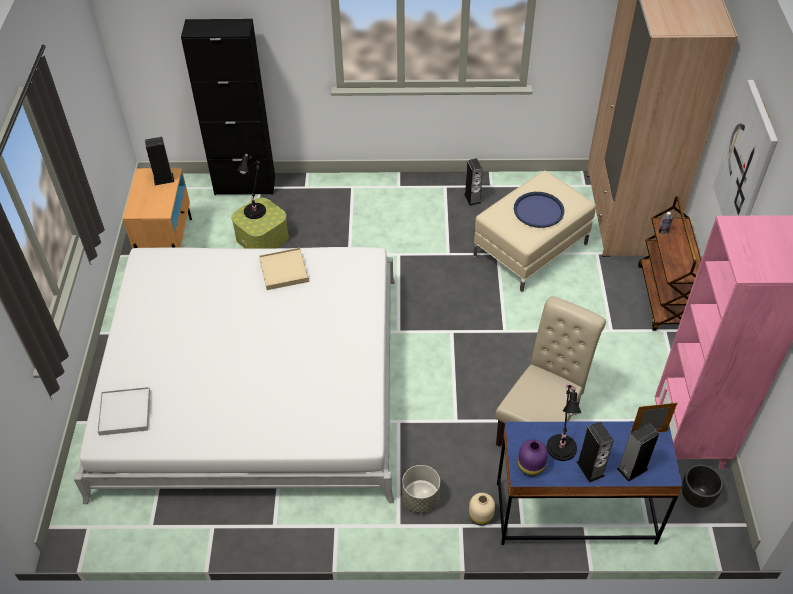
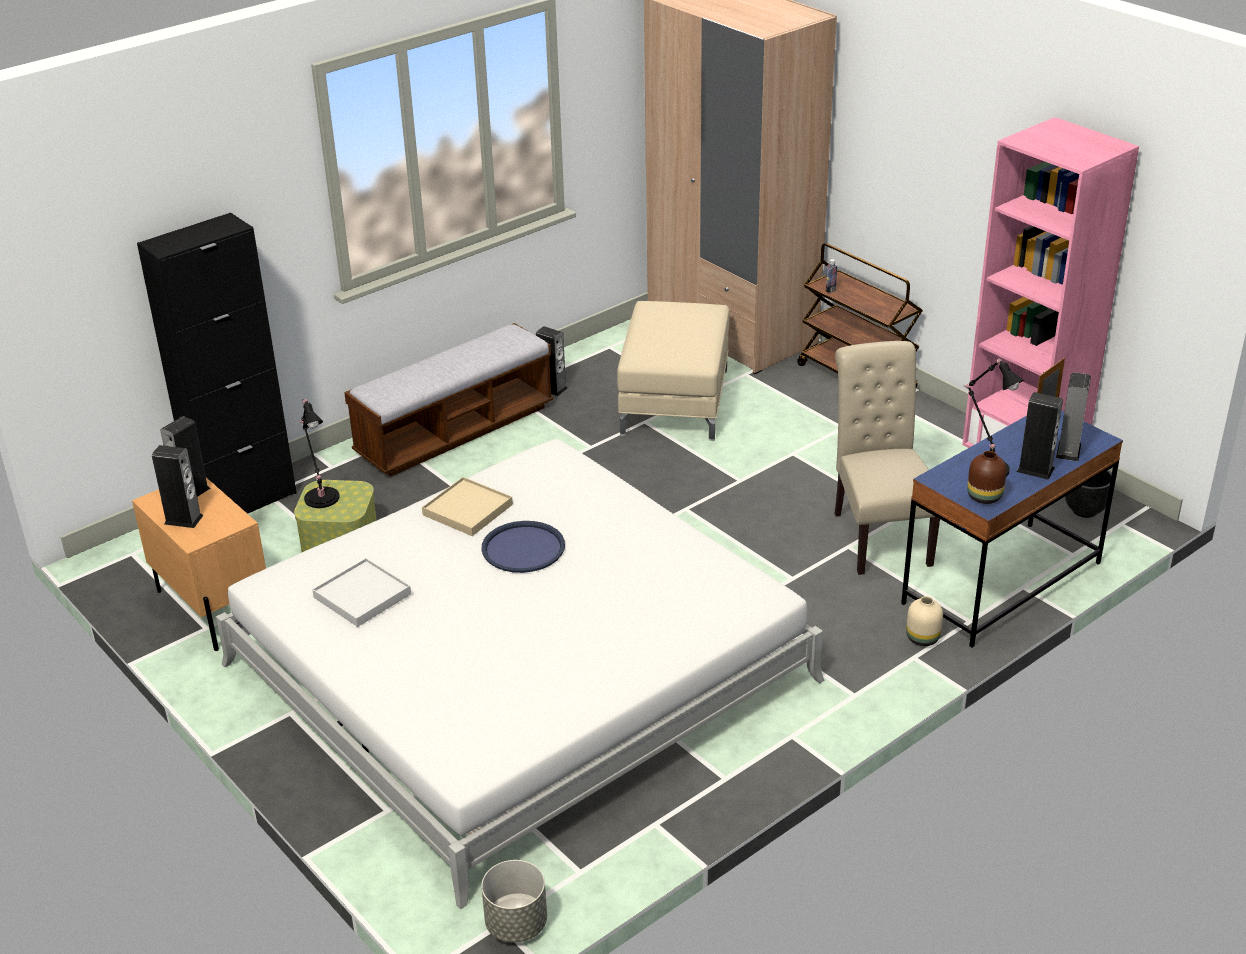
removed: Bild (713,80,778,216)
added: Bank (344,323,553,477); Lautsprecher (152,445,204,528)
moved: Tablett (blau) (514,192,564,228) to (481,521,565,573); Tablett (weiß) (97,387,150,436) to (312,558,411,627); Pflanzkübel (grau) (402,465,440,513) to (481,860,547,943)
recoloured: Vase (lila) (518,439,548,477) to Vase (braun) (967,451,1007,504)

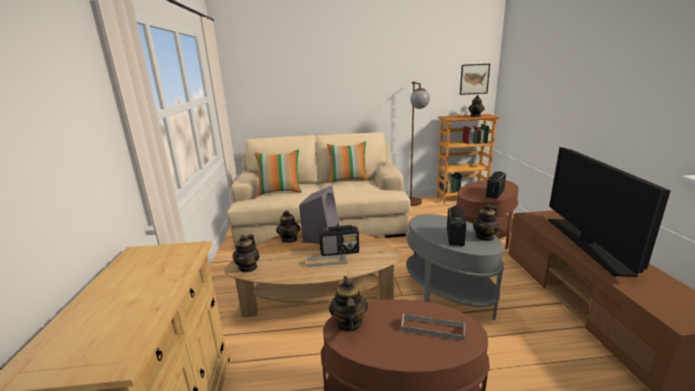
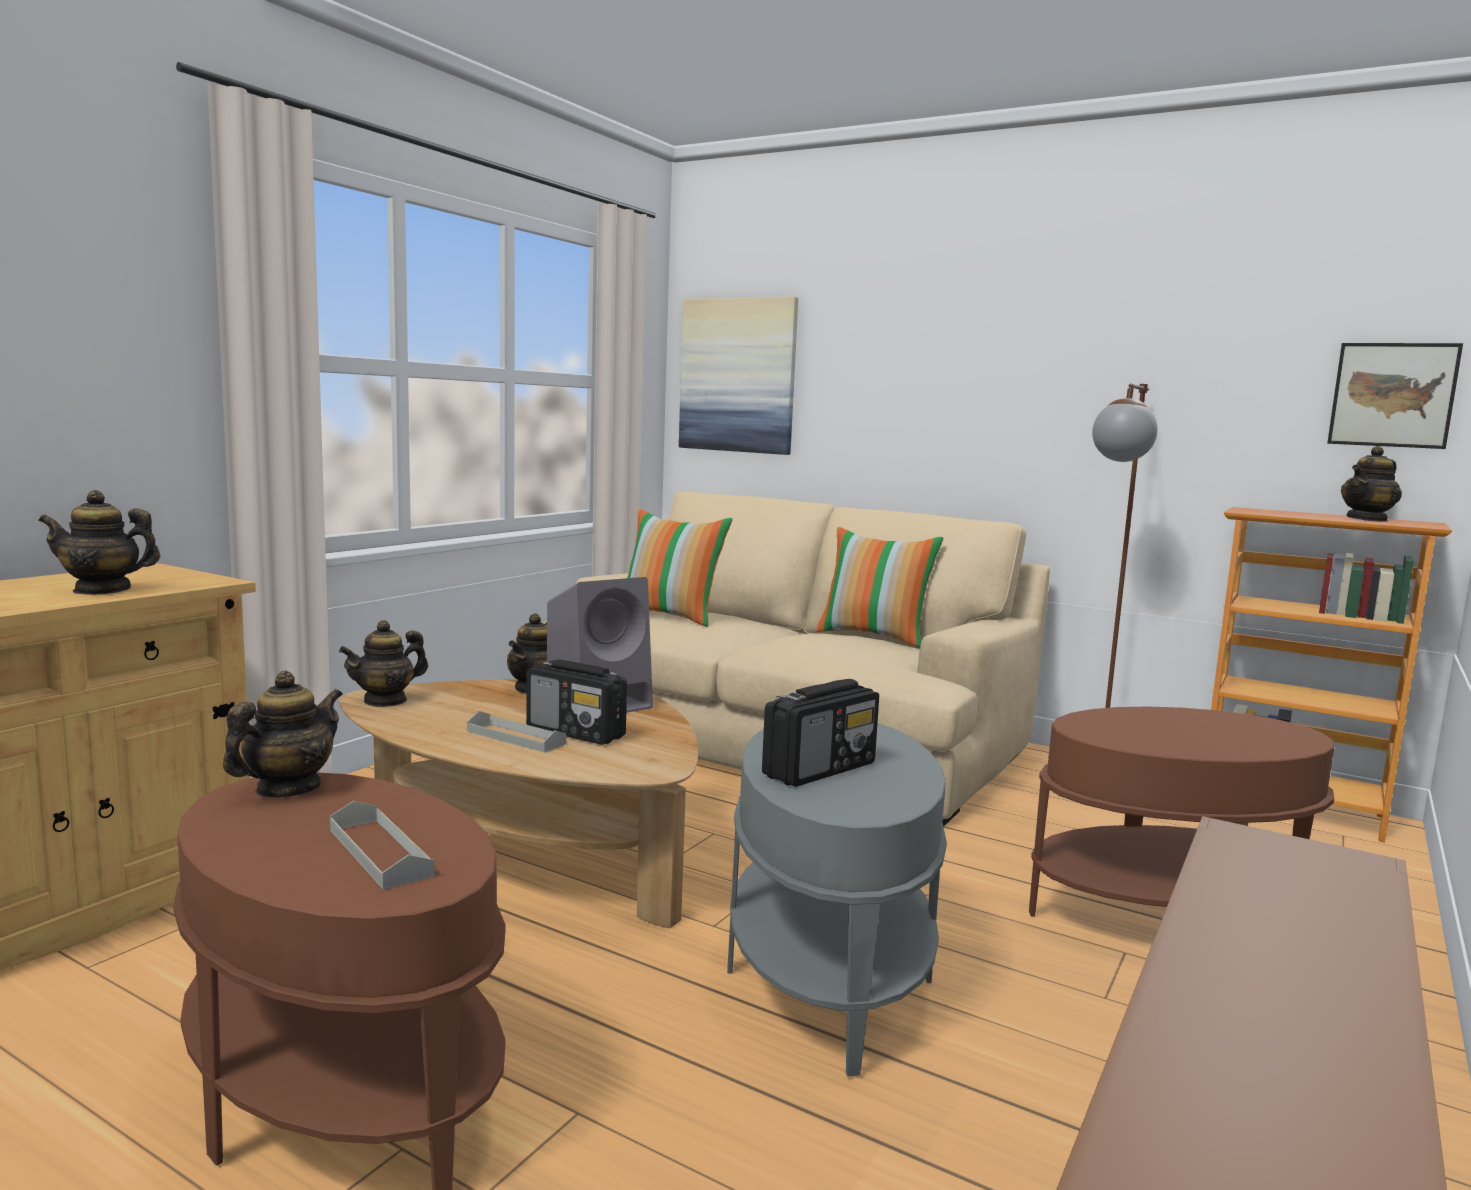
removed: Fernseher (548,147,670,277); Radio (486,171,506,199)
added: Bild (679,296,798,455)
moved: Teekanne (472,204,500,241) to (38,490,160,595)

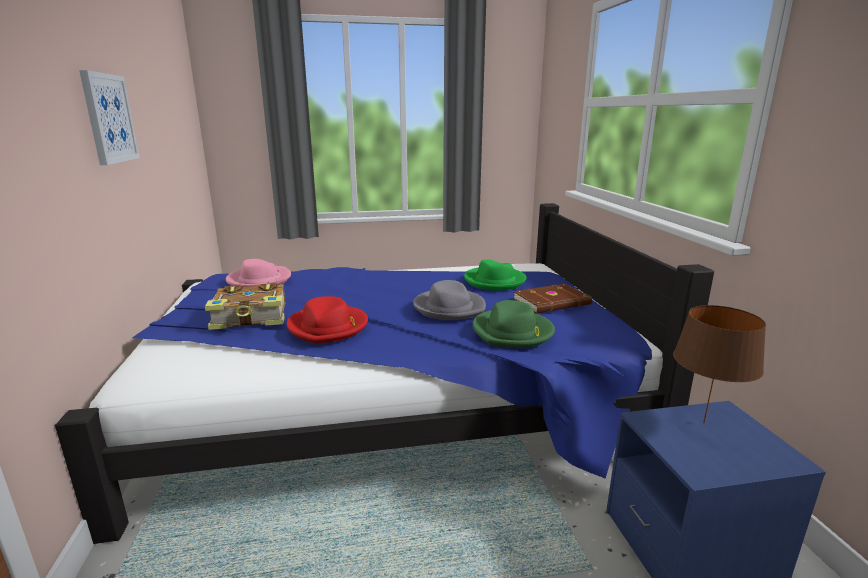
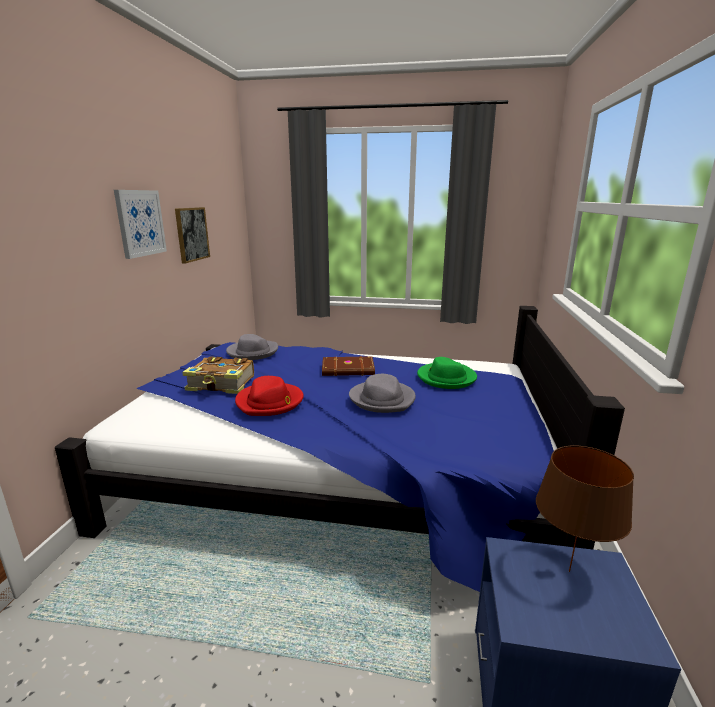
removed: Hut (grün) (473,300,555,348)
added: Bild (175,207,210,264)
moved: Buch (braun) (513,284,592,313) to (322,356,375,376)
recoloured: Hut (rosa) (226,259,291,287) to Hut (grau) (226,334,278,360)

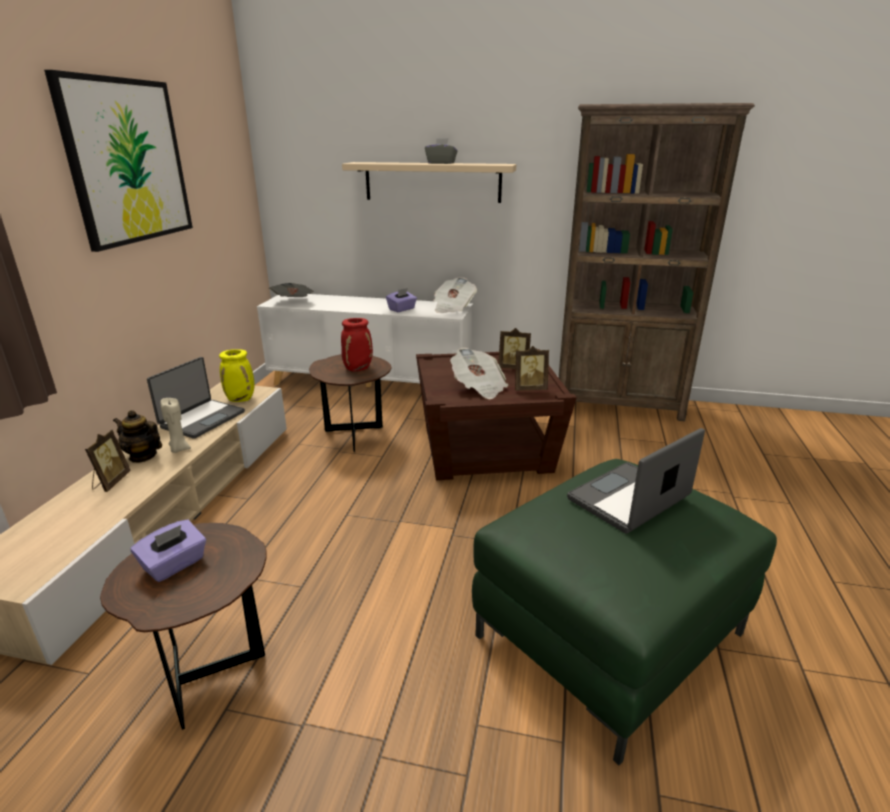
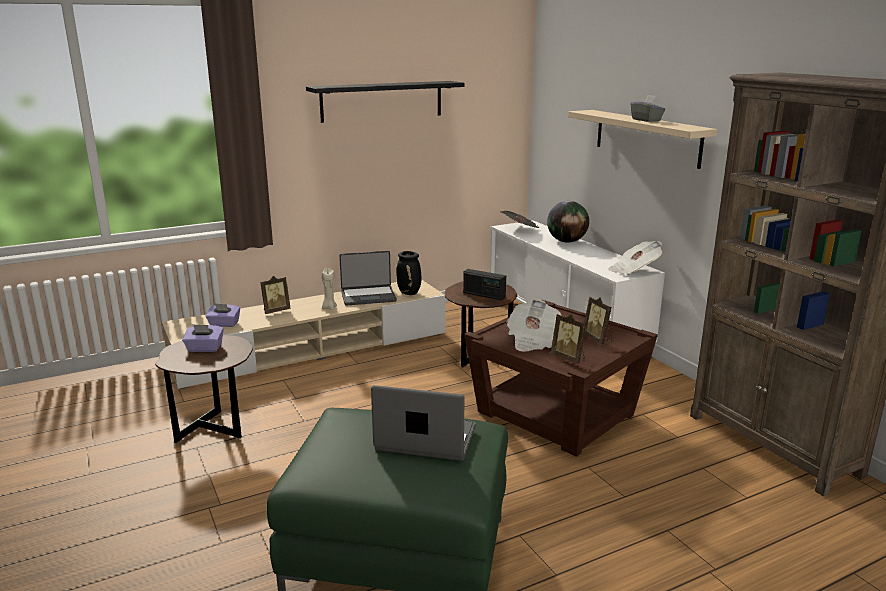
removed: Teekanne (113,410,162,463)
added: Globus (547,201,589,243)
moved: Taschentuchbox (lila) (386,288,417,312) to (206,303,240,327)
replaced: Bild (44,70,193,252) to Wandregal (schwarz) (306,81,465,123); Vase (rot) (341,318,373,371) to Radio (463,269,506,300)
recoloured: Vase (gelb) (219,349,254,402) to Vase (schwarz) (396,251,421,295)

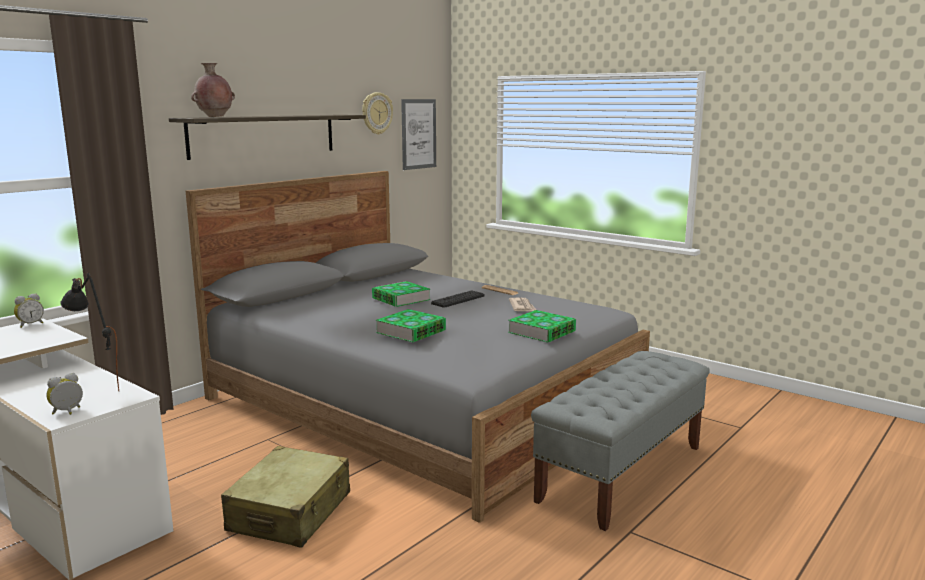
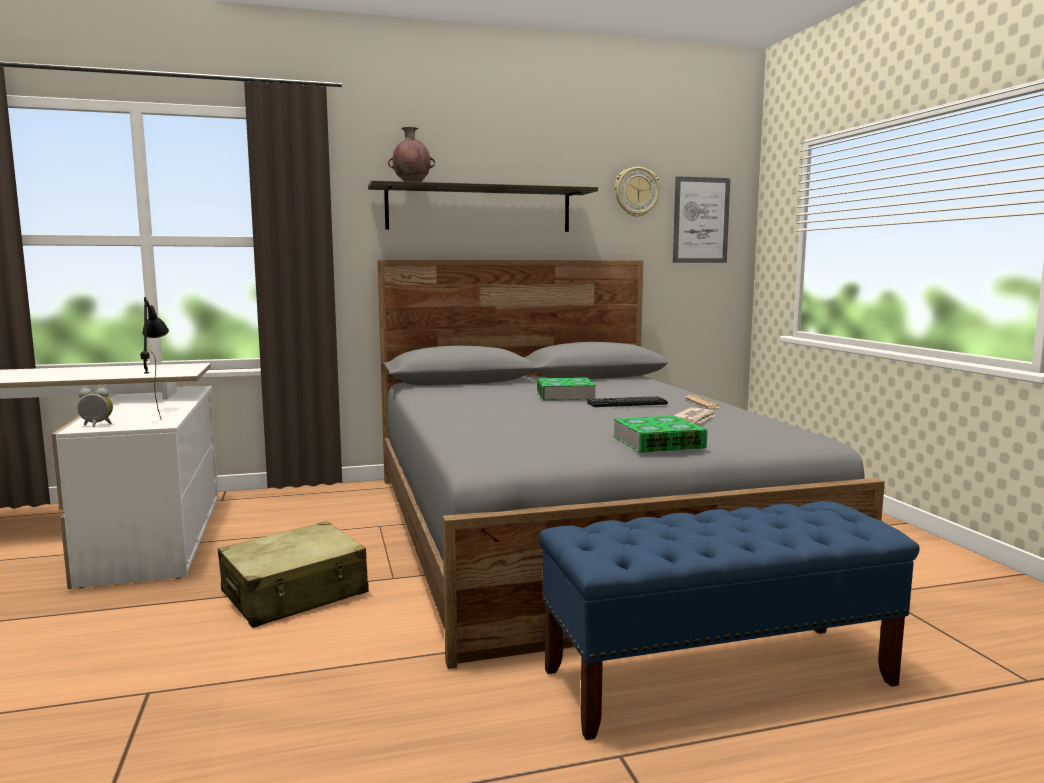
removed: Wecker (14,293,44,328); Buch (376,309,446,342)
recoloured: Bank (grau) (531,351,710,531) to Bank (blau) (539,501,920,740)

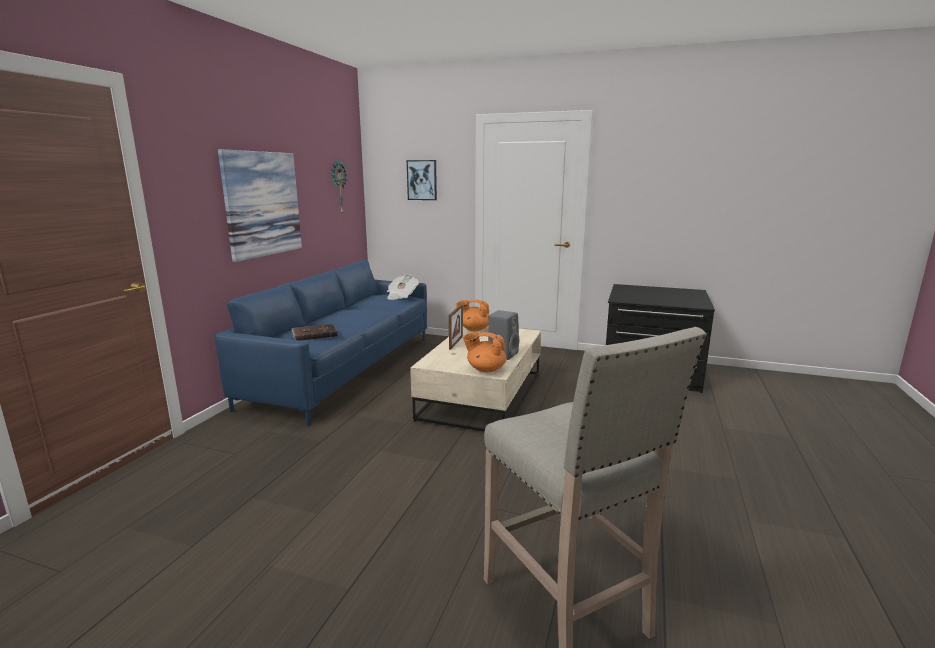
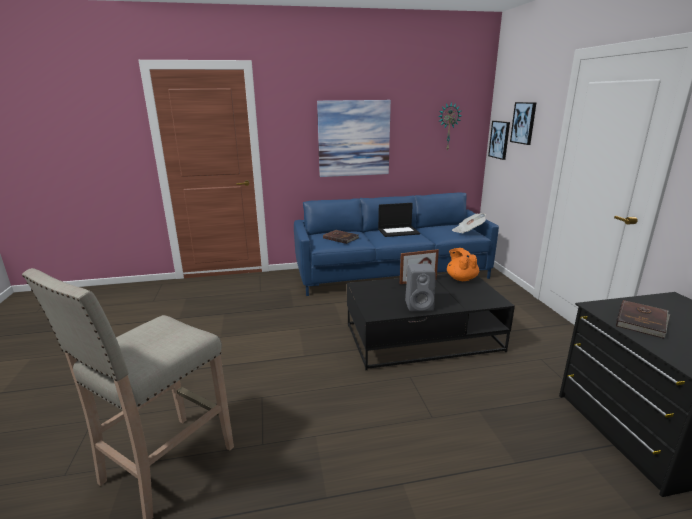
removed: Teekanne (orange) (463,332,507,373)
added: Bild (488,121,510,160); Laptop (378,203,420,237); Buch (braun) (616,300,670,339)
recoloured: Couchtisch (beige) (410,326,541,432) to Couchtisch (schwarz) (347,274,515,370)

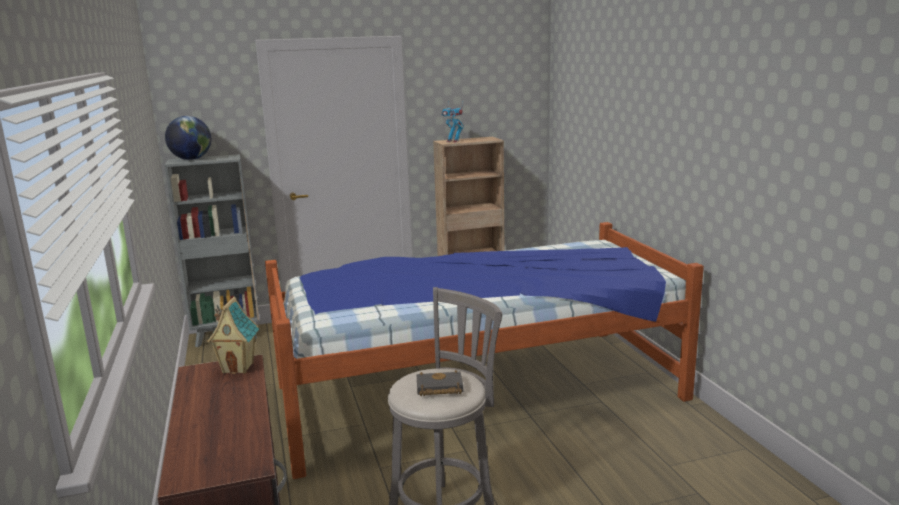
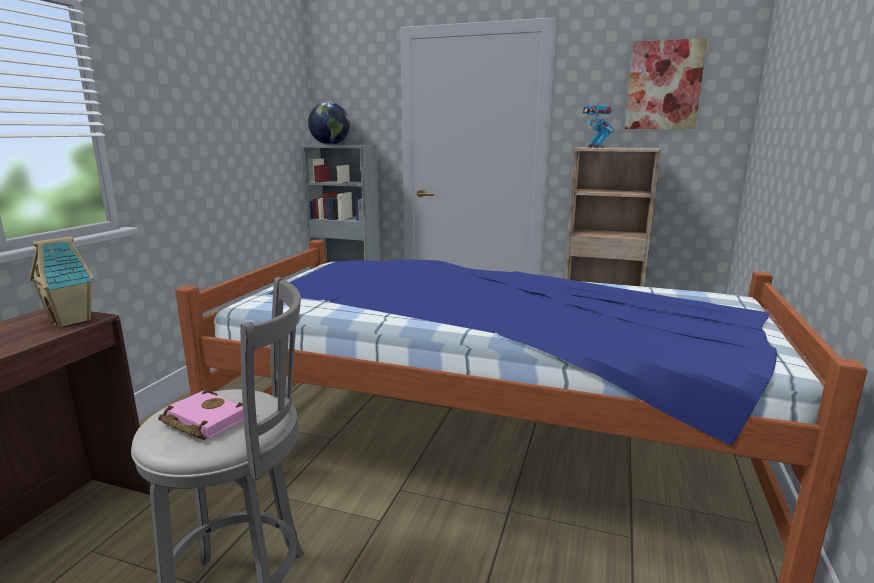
added: Bild (625,38,707,129)
recoloured: Buch (schwarz) (417,370,463,396) to Buch (rosa) (158,389,244,440)

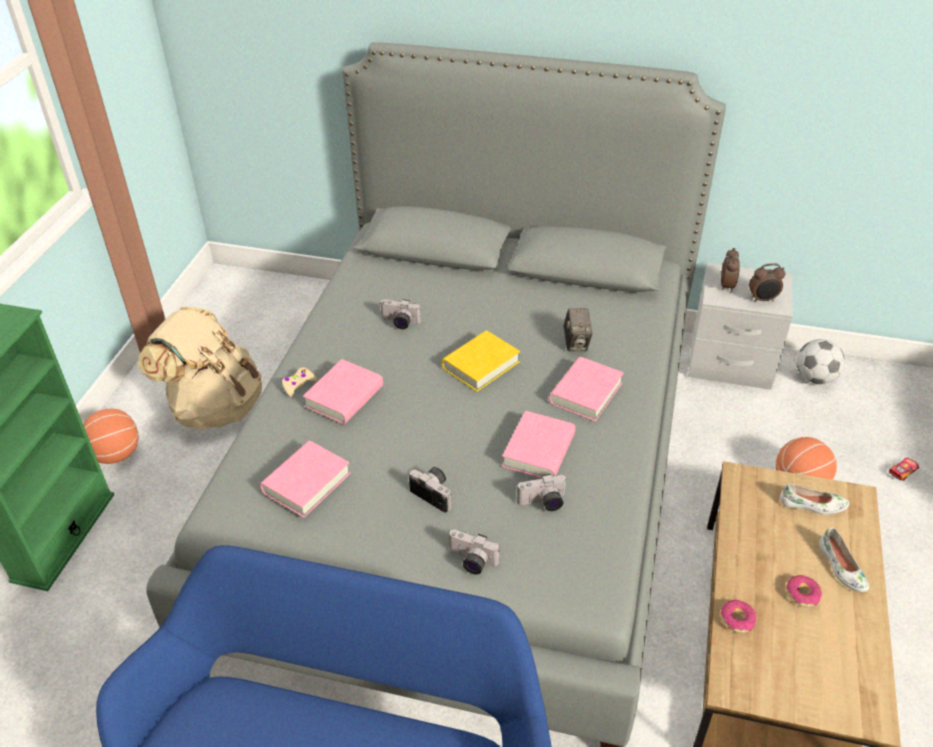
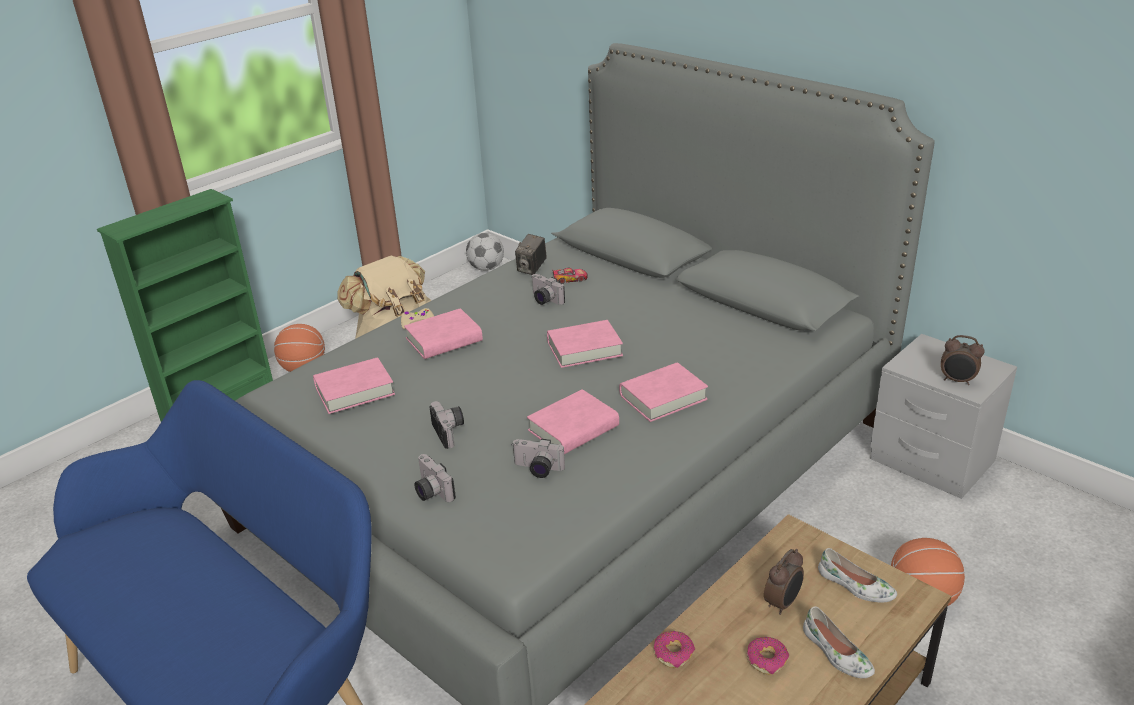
moved: Wecker (721,248,740,292) to (764,549,804,615); Kamera (563,308,592,351) to (515,234,547,275); Fußball (797,339,845,384) to (466,233,504,271); Spielzeugauto (889,458,919,481) to (552,268,588,284)
recoloured: Buch (gelb) (442,331,520,392) to Buch (rosa) (547,320,623,368)
turned: Schuh (weiß) (819,528,869,592) = (803,606,875,678) 45 degrees counterclockwise

